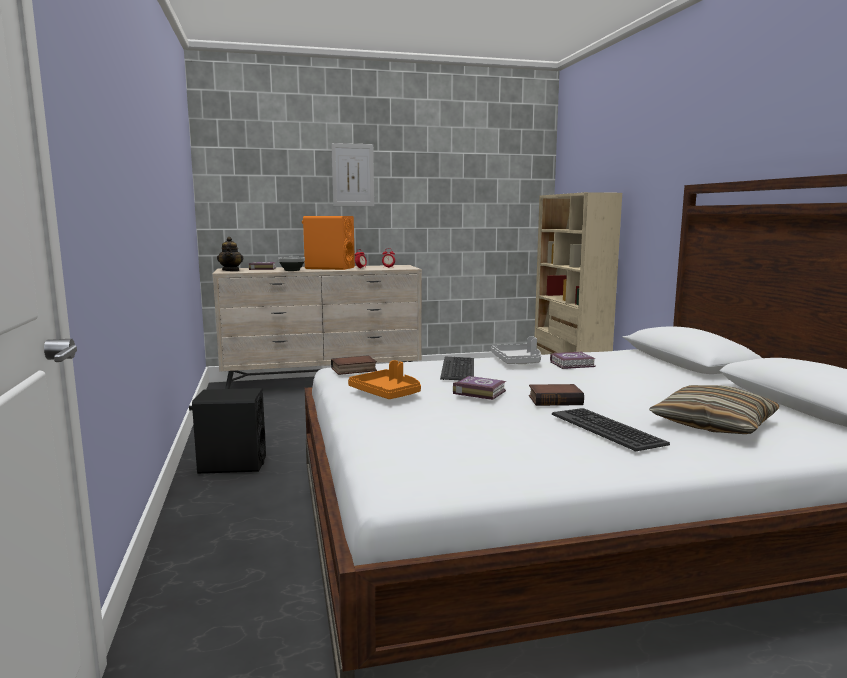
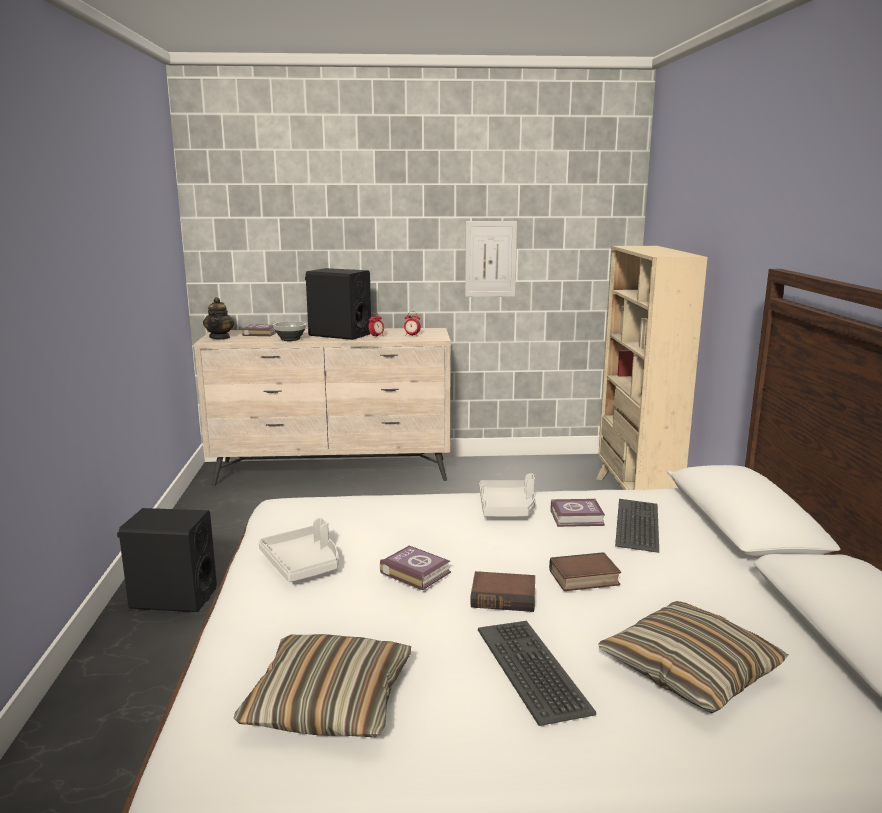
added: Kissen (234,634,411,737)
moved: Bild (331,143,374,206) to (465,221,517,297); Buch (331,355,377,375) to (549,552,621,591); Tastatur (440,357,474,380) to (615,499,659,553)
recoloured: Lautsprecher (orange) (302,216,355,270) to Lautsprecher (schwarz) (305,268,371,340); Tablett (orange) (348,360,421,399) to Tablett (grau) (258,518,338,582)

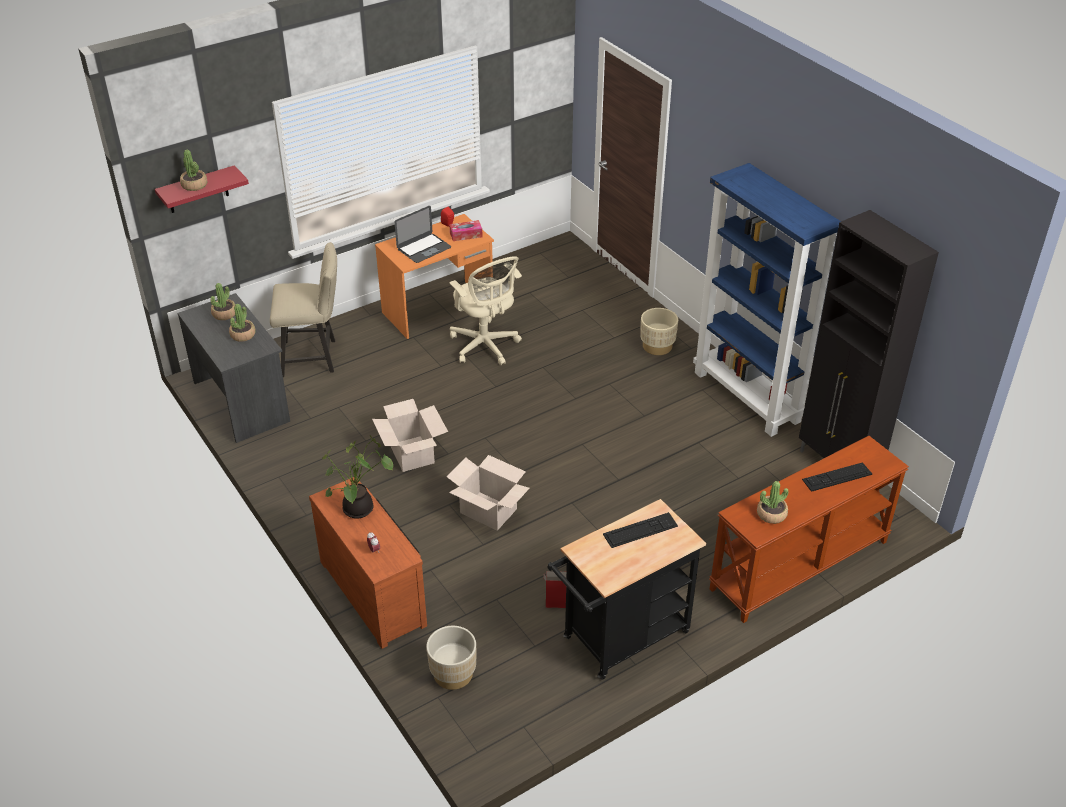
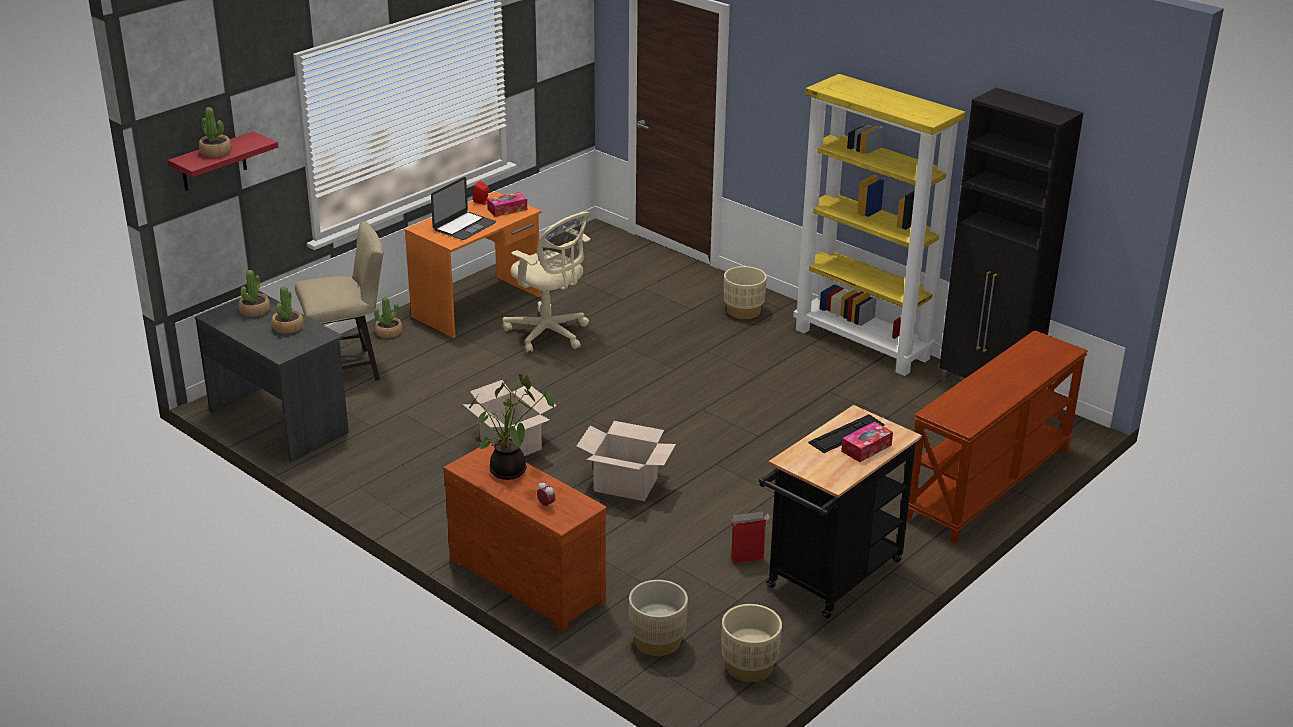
removed: Tastatur (802,463,872,492)
added: Taschentuchbox (841,422,893,462); Pflanzkübel (beige) (722,604,782,682)
moved: Topfpflanze (757,481,789,524) to (374,296,403,338)
recoloured: Bücherregal (blau) (693,163,841,437) to Bücherregal (gelb) (793,74,966,376)

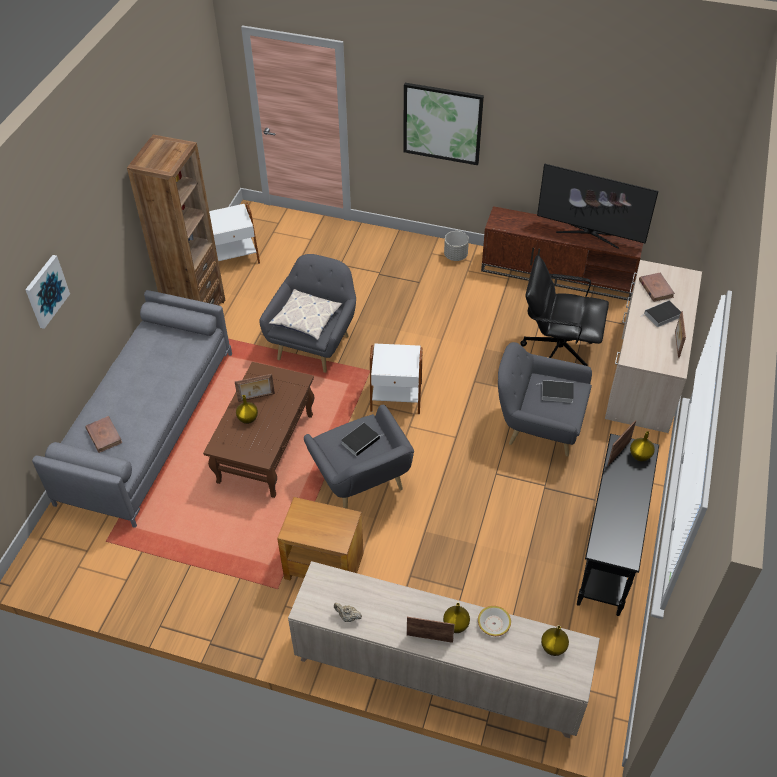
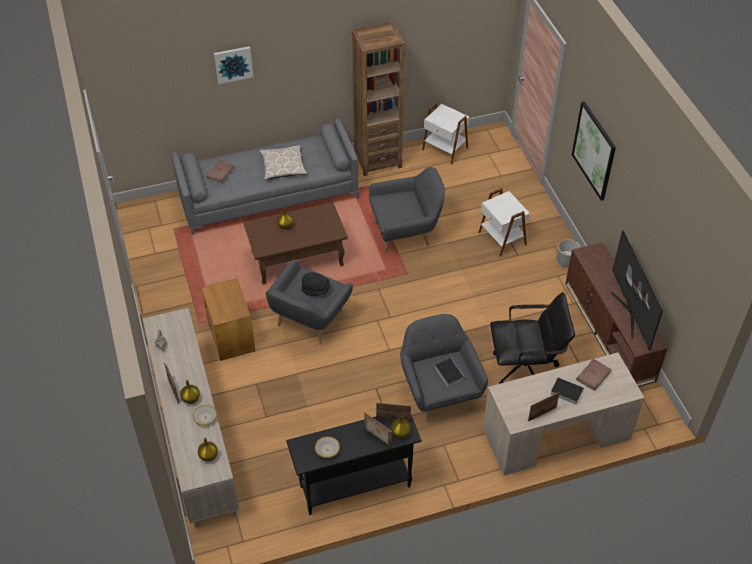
added: Schüssel (315,436,340,458)
moved: Kissen (269,289,342,340) to (259,145,307,180); Beistelltisch (weiß) (370,344,423,414) to (478,188,530,257); Bilderrahmen (235,374,275,402) to (364,413,392,447)
replaced: Buch (341,423,382,457) to Hut (schwarz) (301,272,330,296)
turned: Bürostuhl (schwarz) (520,255,609,366) = (490,292,575,384) 105 degrees clockwise

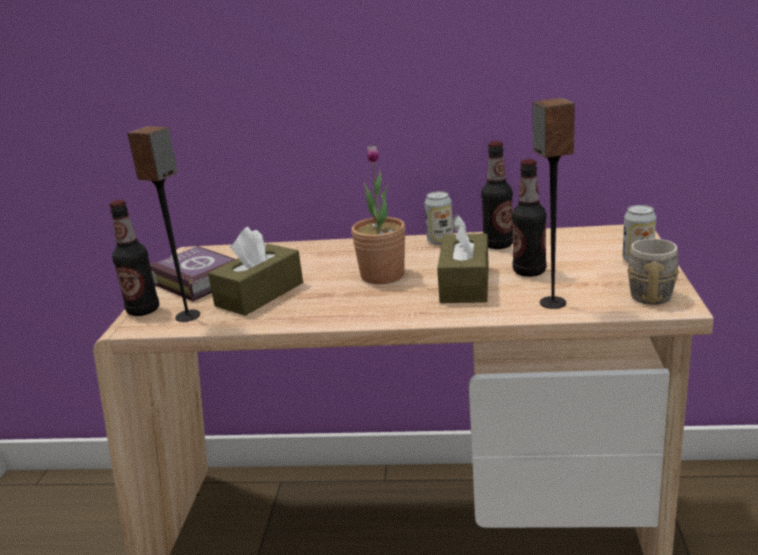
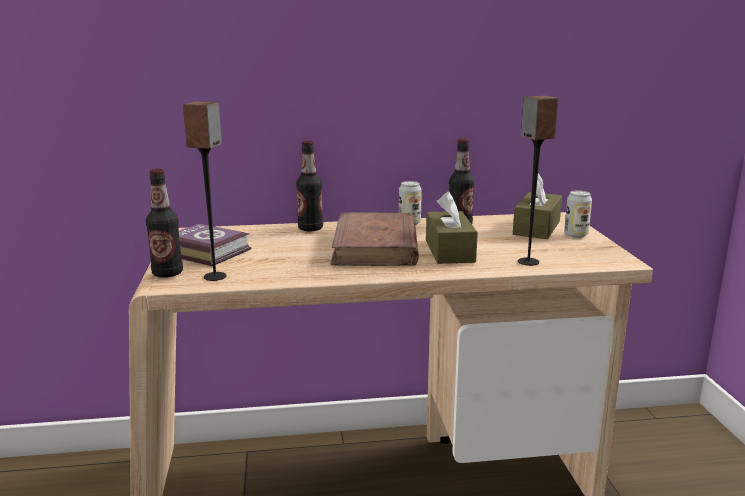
removed: Henkelbecher (grau) (627,238,679,305)
moved: Flasche (512,159,547,277) to (296,141,323,231); Taschentuchbox (braun) (208,227,303,316) to (513,173,562,239)
replaced: Topfpflanze (351,145,405,284) to Buch (braun) (331,212,419,266)

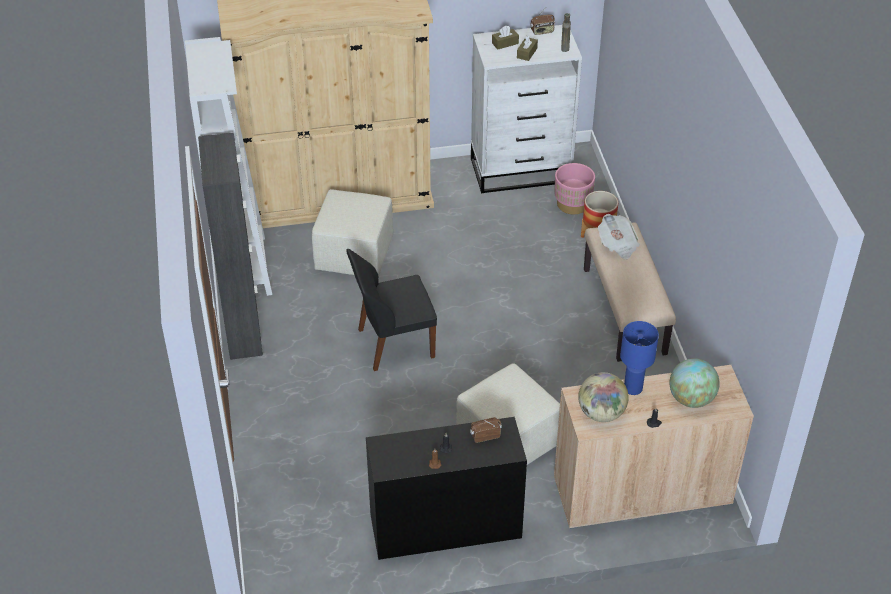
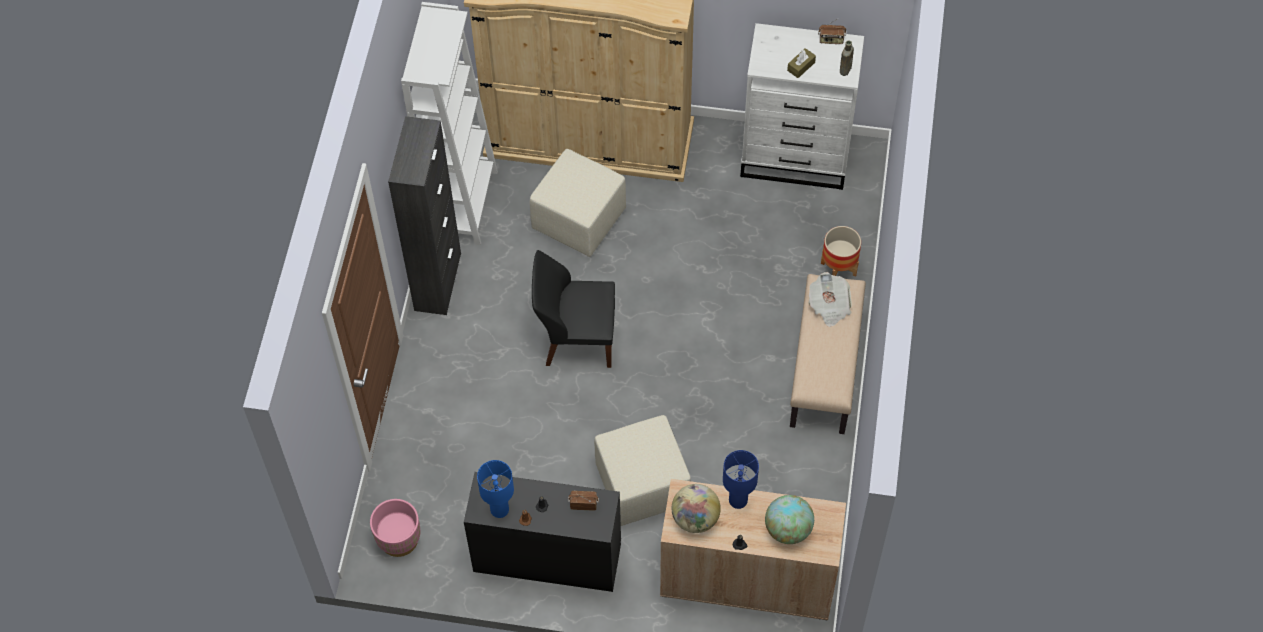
removed: Taschentuchbox (braun) (492,26,519,50)
added: Tischlampe (blau) (477,460,514,518)
moved: Pflanzkübel (rosa) (555,163,595,214) to (370,499,421,557)

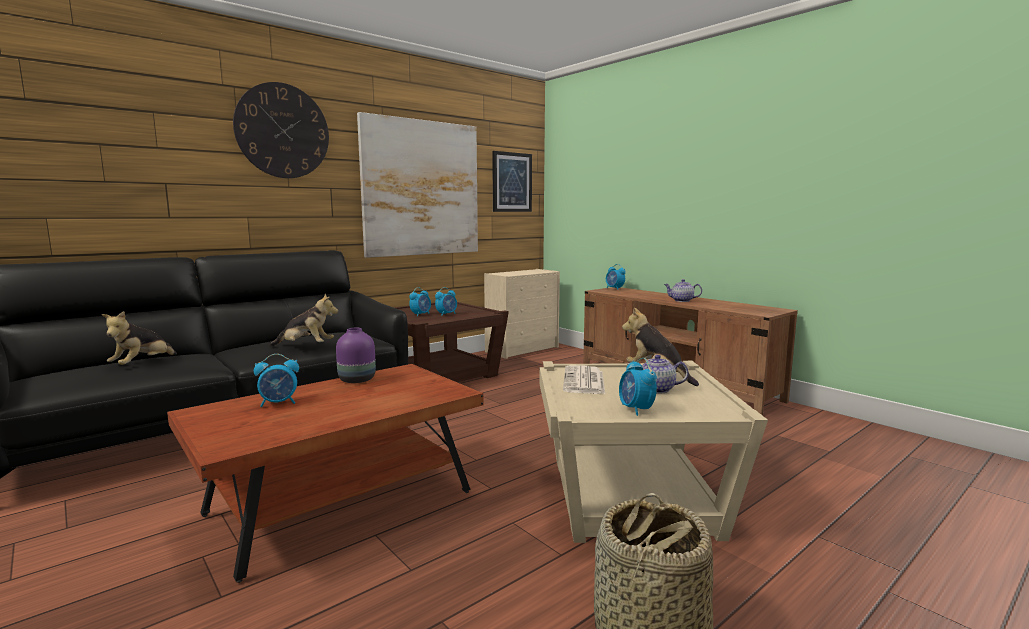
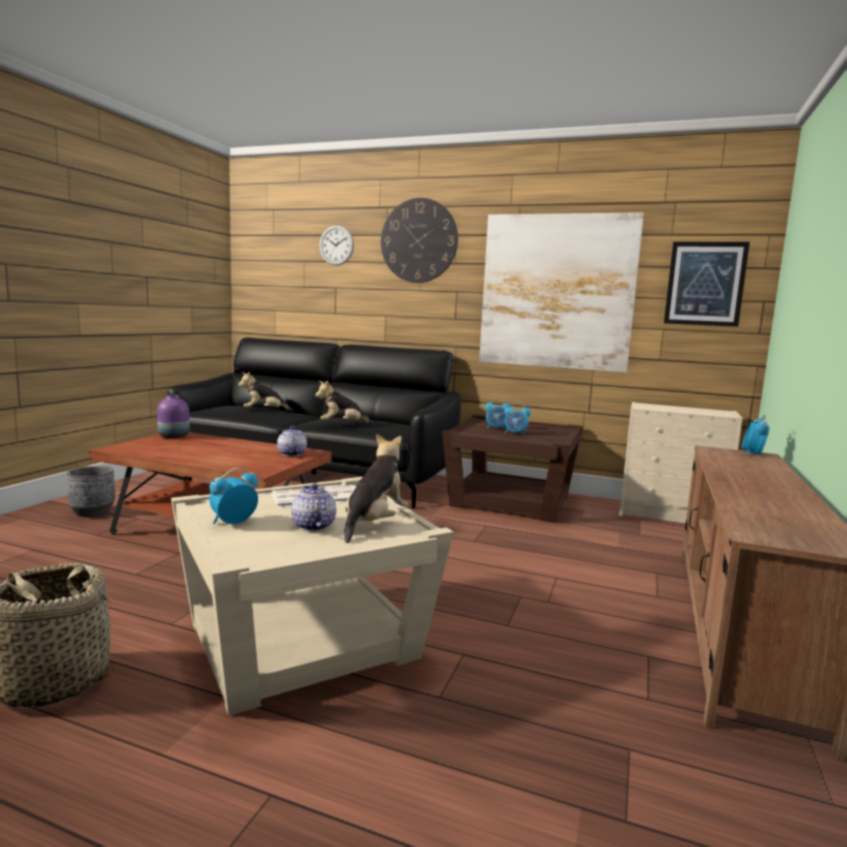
removed: Wecker (254,354,299,407)
added: Wanduhr (319,225,354,266); Pflanzkübel (grau) (66,466,115,517)
moved: Teekanne (664,279,702,302) to (277,426,307,456); Vase (lila) (336,327,376,383) to (157,395,190,438)
turned: Plüschtier (269,294,338,347) = (315,381,374,425) 105 degrees clockwise

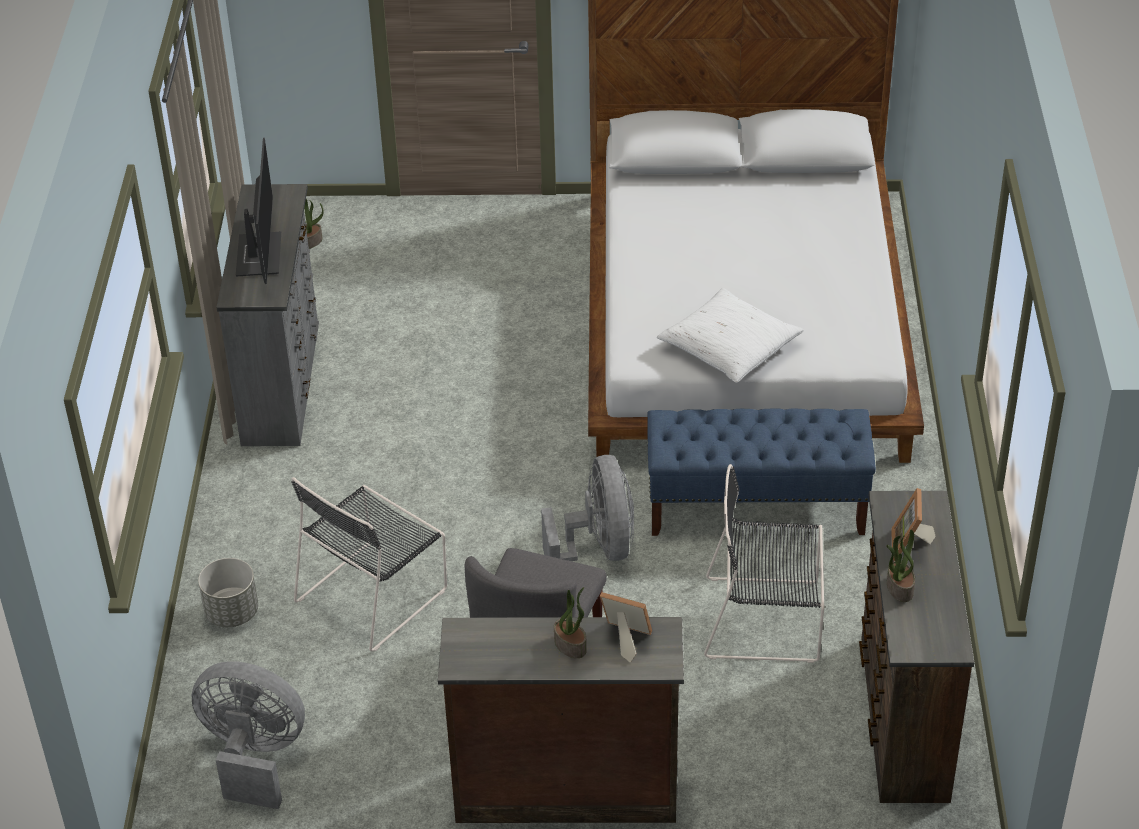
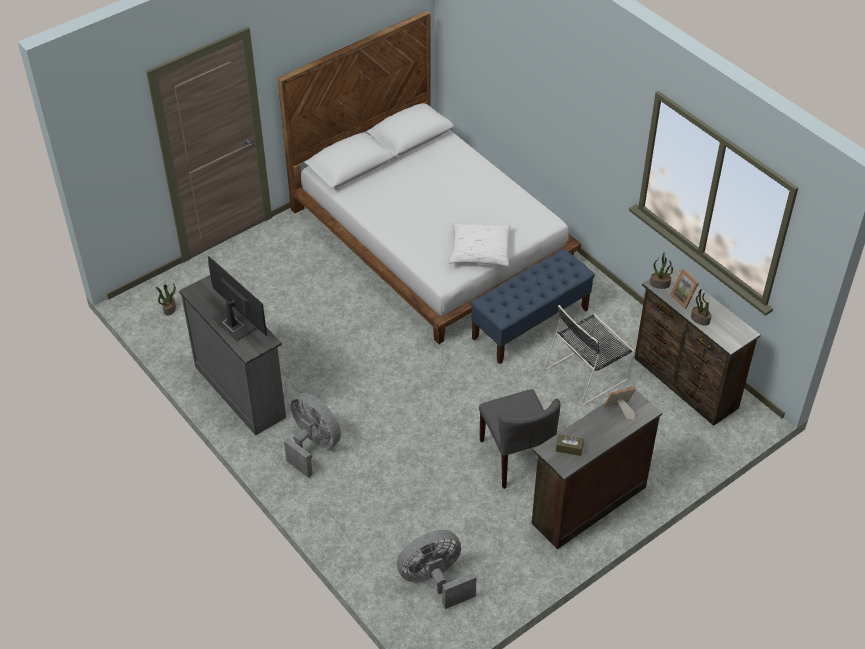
removed: Stuhl (schwarz) (291,477,447,652); Pflanzkübel (grau) (198,558,258,627)
added: Taschentuchbox (braun) (556,435,584,456)
moved: Ventilator (grau) (541,455,634,561) to (284,393,341,478); Topfpflanze (554,587,587,658) to (650,253,673,289)

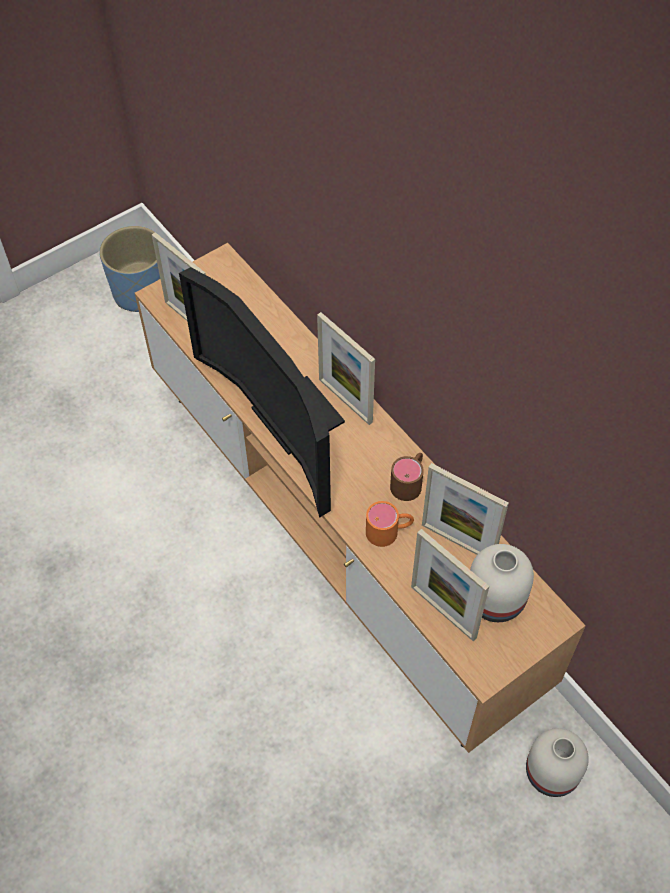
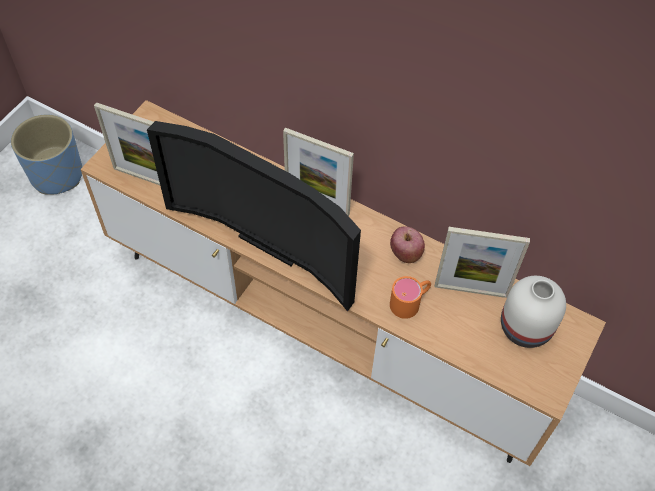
removed: Bilderrahmen (411,529,489,641); Vase (weiß) (526,728,589,797)
replaced: Henkelbecher (braun) (390,453,424,501) to Apfel (390,226,425,263)

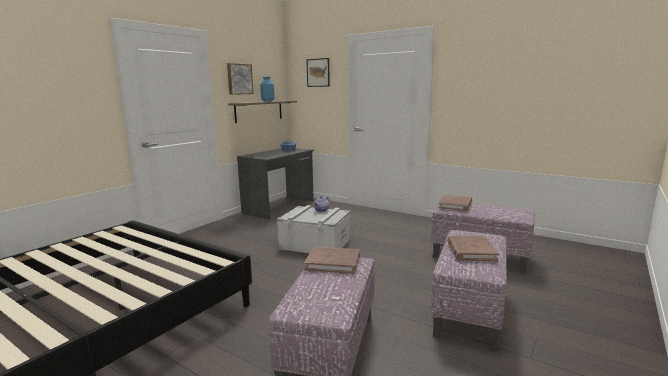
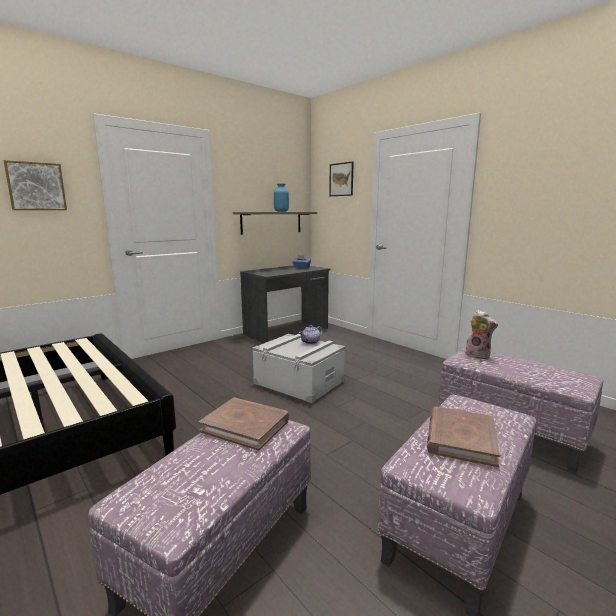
moved: Bild (227,63,254,95) to (4,160,67,210)
replaced: Buch (braun) (438,195,472,211) to Plüschtier (465,310,498,359)

